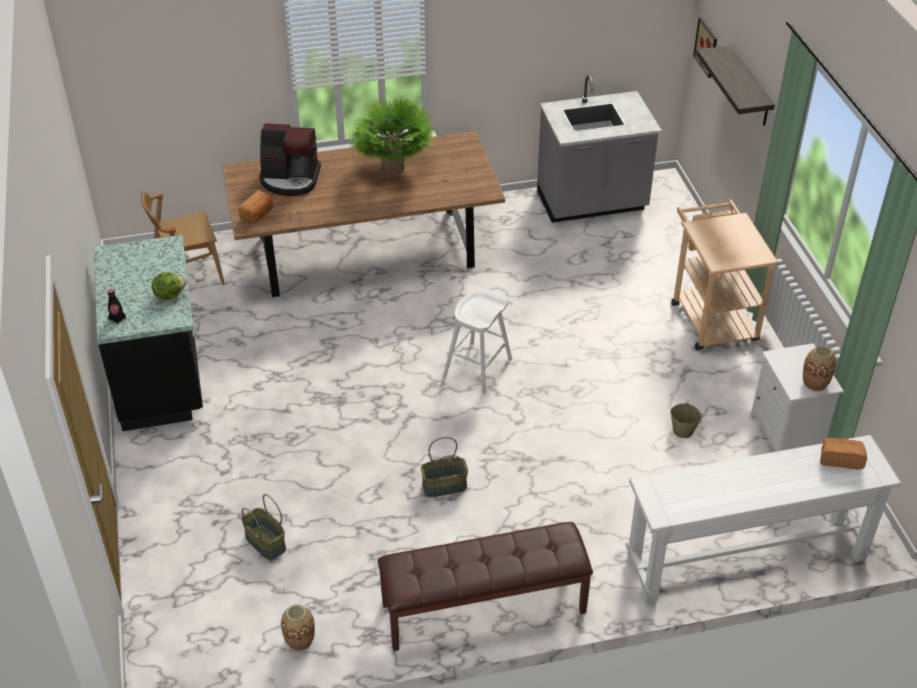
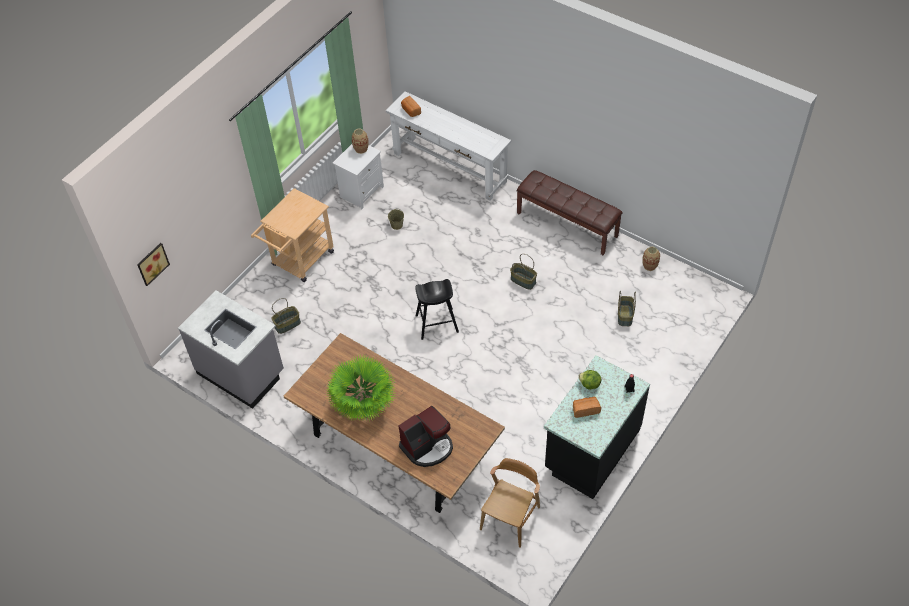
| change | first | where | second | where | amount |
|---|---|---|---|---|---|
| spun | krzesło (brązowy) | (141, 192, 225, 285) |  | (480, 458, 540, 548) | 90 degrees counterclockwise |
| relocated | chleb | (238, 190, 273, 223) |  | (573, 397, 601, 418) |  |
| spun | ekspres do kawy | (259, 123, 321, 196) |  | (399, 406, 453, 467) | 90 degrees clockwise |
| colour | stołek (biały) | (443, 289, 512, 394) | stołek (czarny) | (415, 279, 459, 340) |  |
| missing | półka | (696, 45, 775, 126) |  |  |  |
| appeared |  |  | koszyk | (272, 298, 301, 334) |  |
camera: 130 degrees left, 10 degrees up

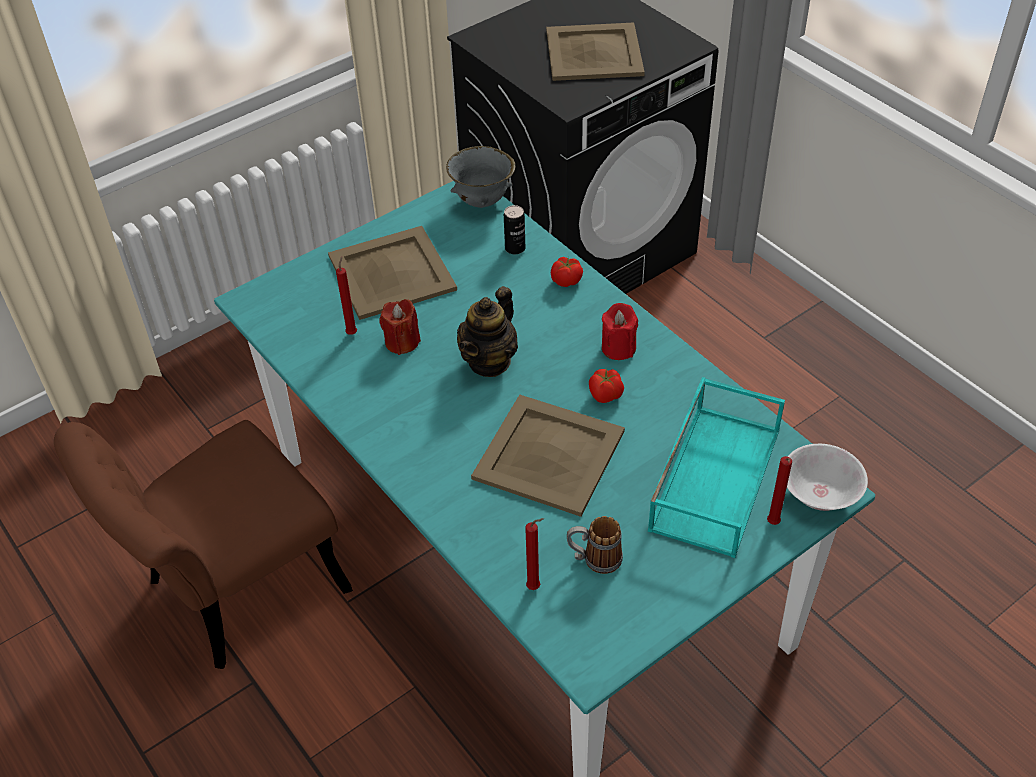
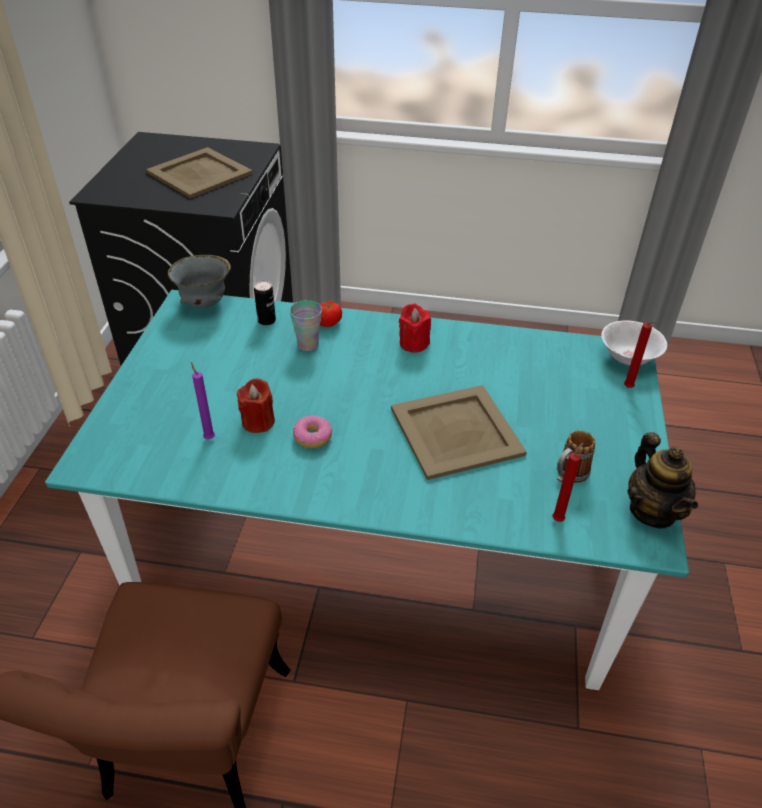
| change | first | where | second | where | amount |
|---|---|---|---|---|---|
| missing | taca (beżowy) | (328, 226, 457, 320) |  |  |  |
| colour | świeca (czerwony) | (336, 257, 357, 335) | świeca (fioletowy) | (191, 362, 215, 439) |  |
| relocated | imbryk | (457, 286, 518, 377) |  | (628, 432, 698, 529) |  |
| missing | pomidor | (589, 369, 624, 403) |  |  |  |
| missing | taca (turkusowy) | (648, 377, 785, 558) |  |  |  |
| appeared |  |  | filiżanka | (290, 300, 322, 351) |  |
| appeared |  |  | donut | (293, 415, 332, 448) |  |
camera: 45 degrees left, 5 degrees down

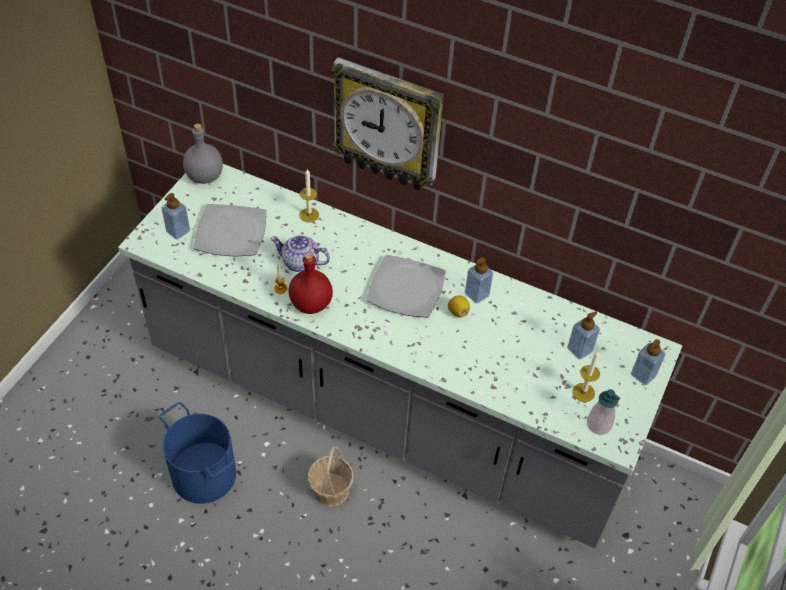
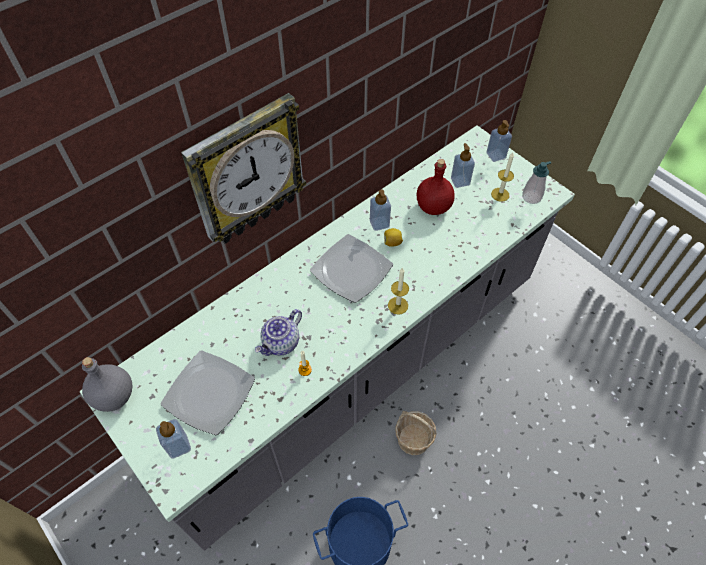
| change | first | where | second | where | amount |
|---|---|---|---|---|---|
| relocated | butelka (czerwony) | (288, 253, 333, 314) |  | (417, 159, 455, 215) |  |
| relocated | świeca | (299, 168, 319, 223) |  | (388, 267, 409, 315) |  |
camera: 65 degrees left, 5 degrees up

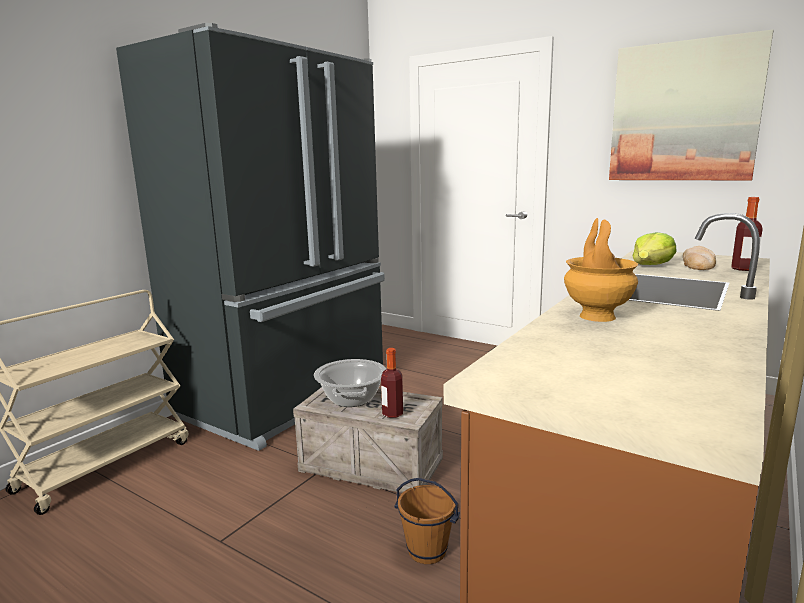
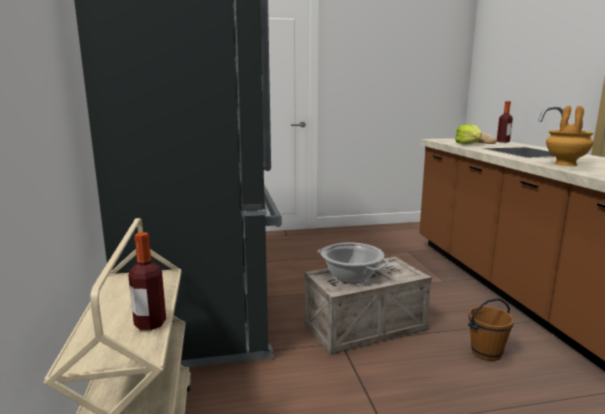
| change | first | where | second | where | amount |
|---|---|---|---|---|---|
| relocated | butelka | (381, 348, 403, 418) |  | (128, 232, 166, 330) |  |
| missing | obraz | (609, 30, 773, 180) |  |  |  |
camera: 45 degrees left, 0 degrees up

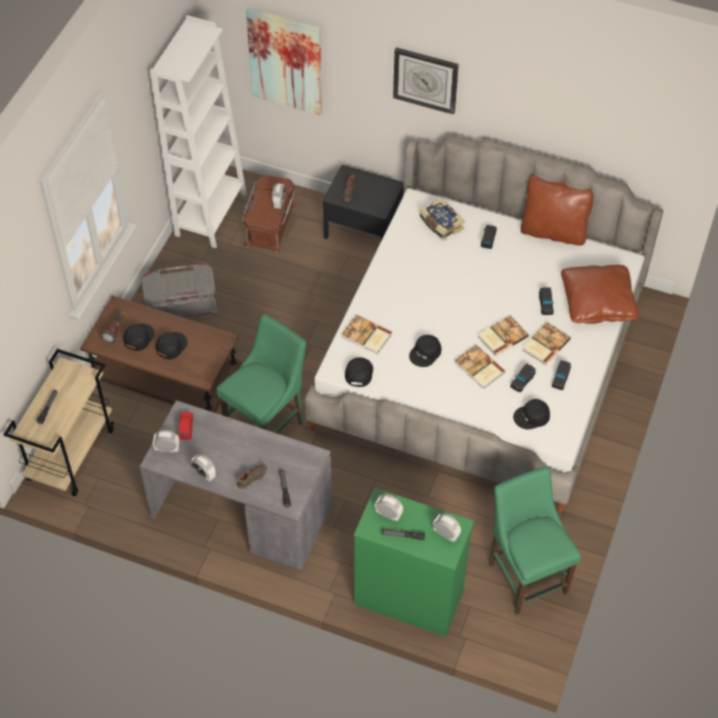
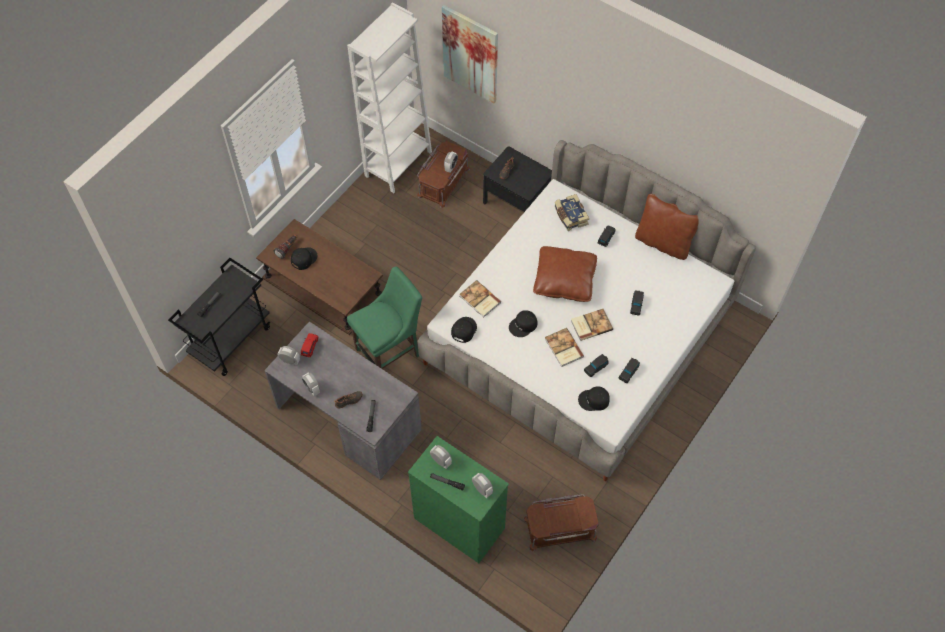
| change | first | where | second | where | amount |
|---|---|---|---|---|---|
| colour | wózek (beżowy) | (3, 349, 114, 496) | wózek (czarny) | (168, 258, 270, 376) |  |
| missing | pojemnik do przechowywania (szary) | (141, 264, 220, 318) |  |  |  |
| missing | czapka z daszkiem (czarny) | (156, 332, 187, 359) |  |  |  |
| missing | zegar ścienny | (393, 47, 459, 115) |  |  |  |
| exchanged | krzesło (zielony) | (489, 466, 581, 615) | pojemnik do przechowywania (brązowy) | (524, 494, 599, 552) |  |
| missing | książka | (522, 322, 571, 365) |  |  |  |
| relocated | poduszka (brązowy) | (561, 265, 639, 324) |  | (533, 246, 597, 302) |  |
camera: 15 degrees right, 5 degrees up

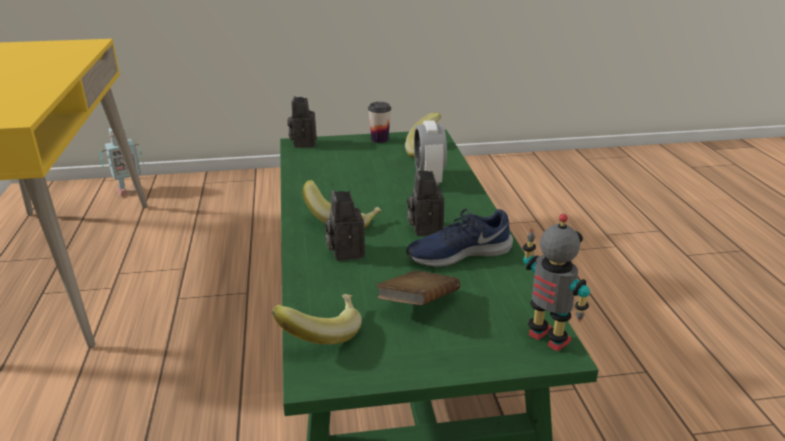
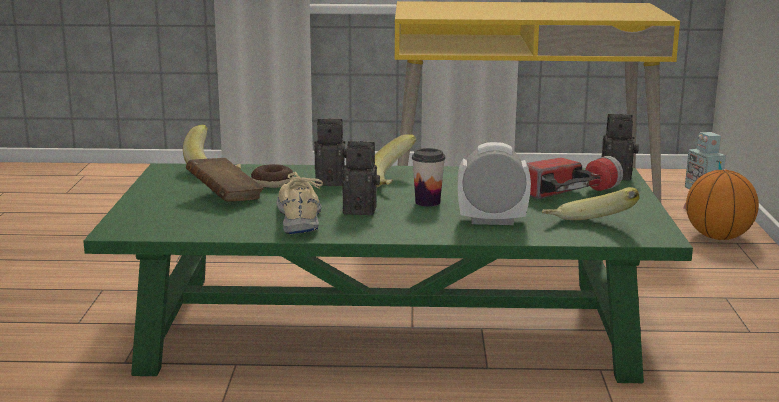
| change | first | where | second | where | amount |
|---|---|---|---|---|---|
| relocated | filiżanka | (368, 102, 391, 143) |  | (412, 148, 445, 207) |  |
| colour | but (niebieski) | (406, 209, 513, 268) | but (beżowy) | (277, 172, 323, 234) |  |
| missing | robot zabawkowy | (523, 214, 590, 352) |  |  |  |
| appeared |  |  | donut | (251, 164, 294, 188) |  |
| appeared |  |  | latarka | (527, 156, 623, 199) |  |
| appeared |  |  | piłka do koszykówki | (686, 170, 759, 240) |  |
camera: 100 degrees right, 10 degrees down

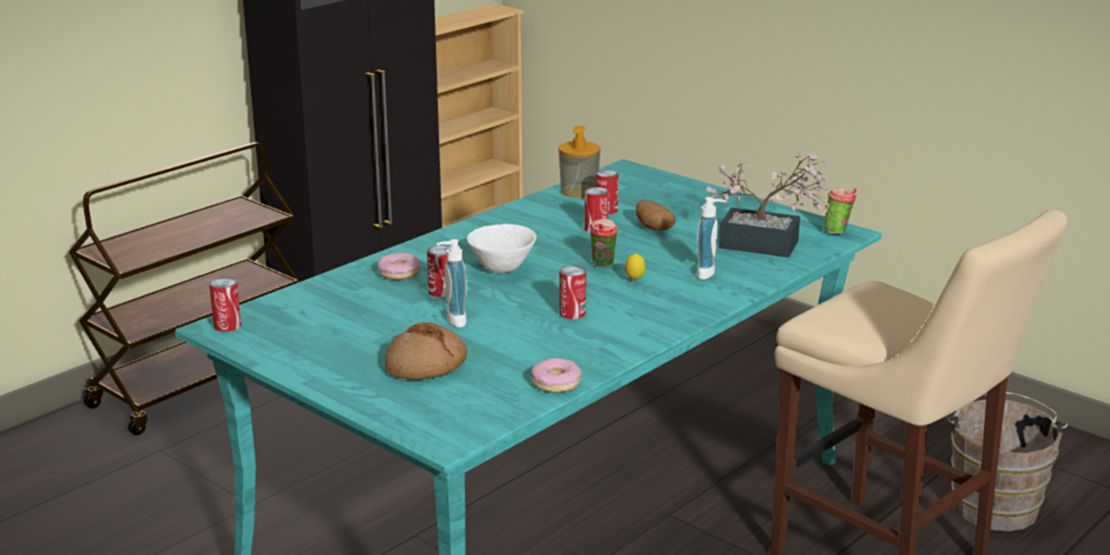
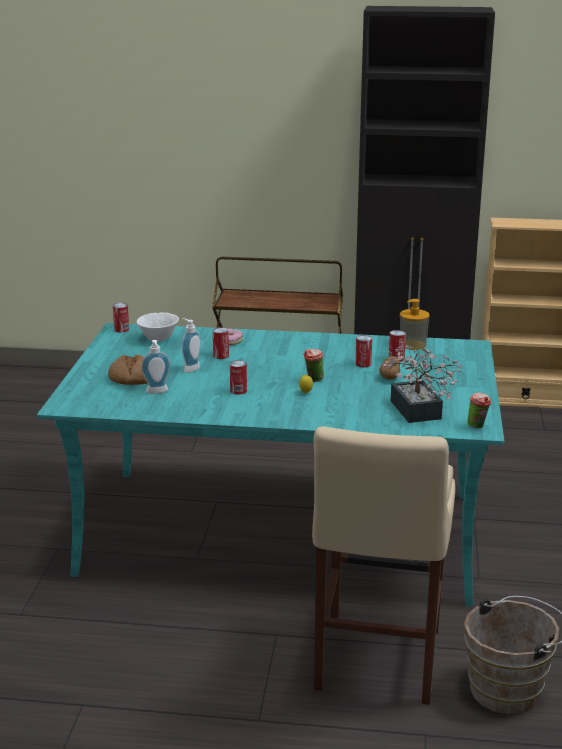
| change | first | where | second | where | amount |
|---|---|---|---|---|---|
| relocated | miska (biały) | (467, 224, 536, 273) |  | (137, 313, 179, 342) |  |
| missing | donut | (531, 358, 582, 393) |  |  |  |
| relocated | dozownik mydła | (697, 197, 726, 279) |  | (141, 340, 170, 394) |  |
camera: 55 degrees right, 0 degrees up

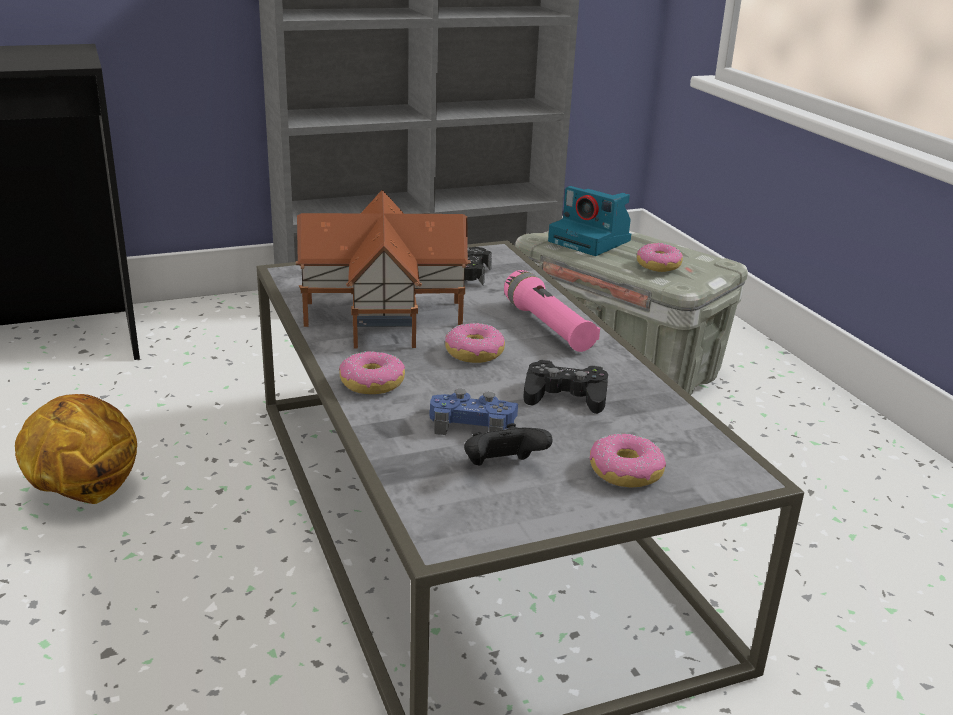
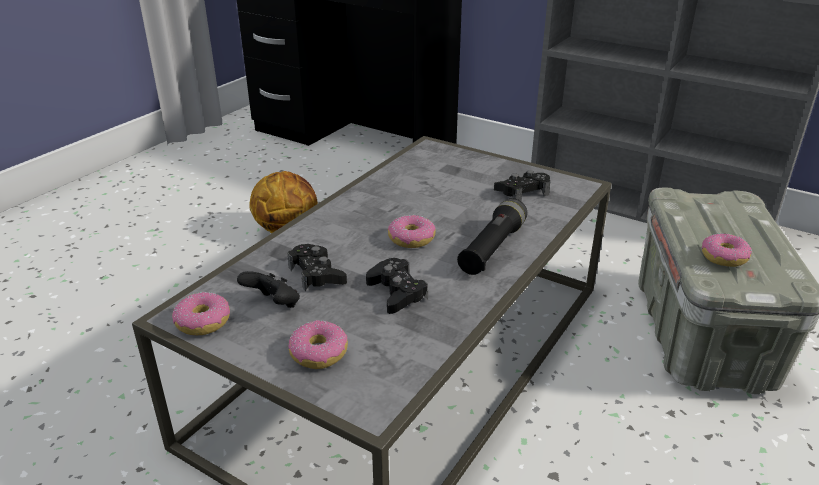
| change | first | where | second | where | amount |
|---|---|---|---|---|---|
| missing | domek | (296, 190, 470, 348) |  |  |  |
| relocated | donut | (339, 351, 405, 394) |  | (172, 291, 230, 335) |  |
| colour | pad do gier (niebieski) | (429, 389, 518, 435) | pad do gier (czarny) | (288, 244, 347, 291) |  |
| colour | latarka (różowy) | (504, 270, 600, 352) | latarka (czarny) | (457, 198, 527, 275) |  |
| missing | aparat fotograficzny | (548, 186, 631, 256) |  |  |  |
camera: 55 degrees right, 5 degrees up

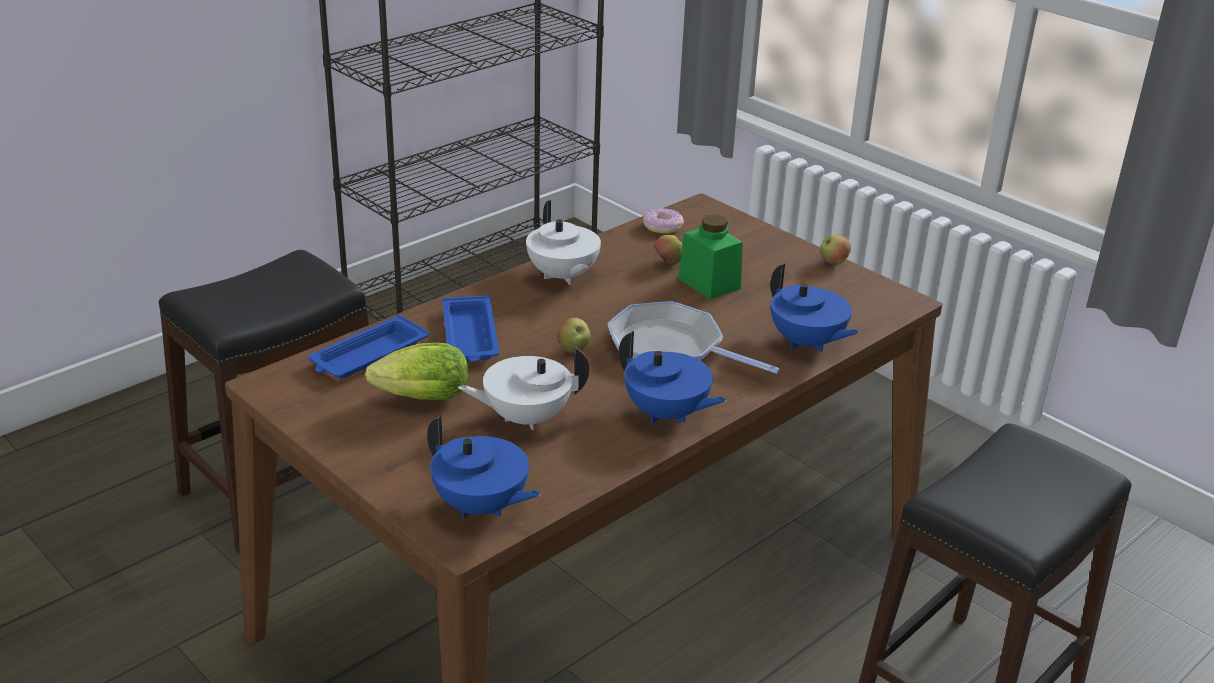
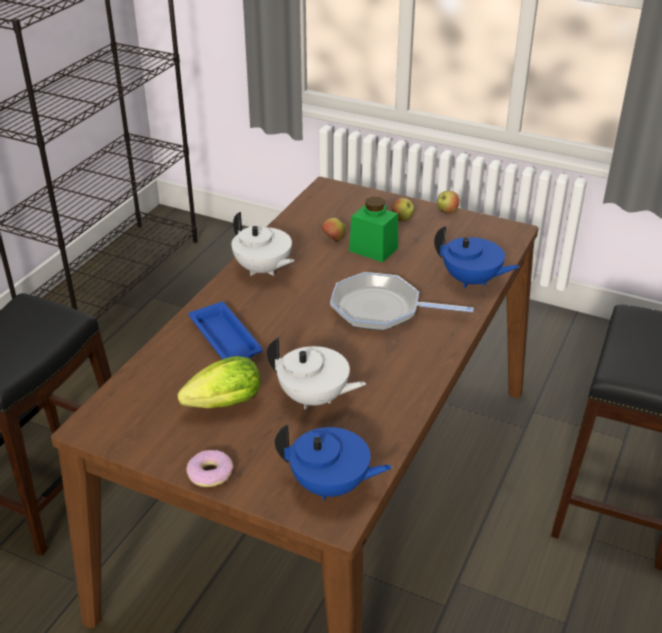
| change | first | where | second | where | amount |
|---|---|---|---|---|---|
| missing | taca (niebieski) | (308, 315, 429, 379) |  |  |  |
| spun | imbryk (biały) | (458, 347, 589, 430) |  | (267, 337, 366, 410) | 120 degrees counterclockwise |
| relocated | jabłko | (557, 318, 591, 353) |  | (392, 198, 414, 222) |  |
| missing | imbryk (niebieski) | (619, 331, 726, 424) |  |  |  |
| relocated | donut | (643, 208, 684, 233) |  | (186, 450, 233, 487) |  |
camera: 20 degrees left, 5 degrees up

